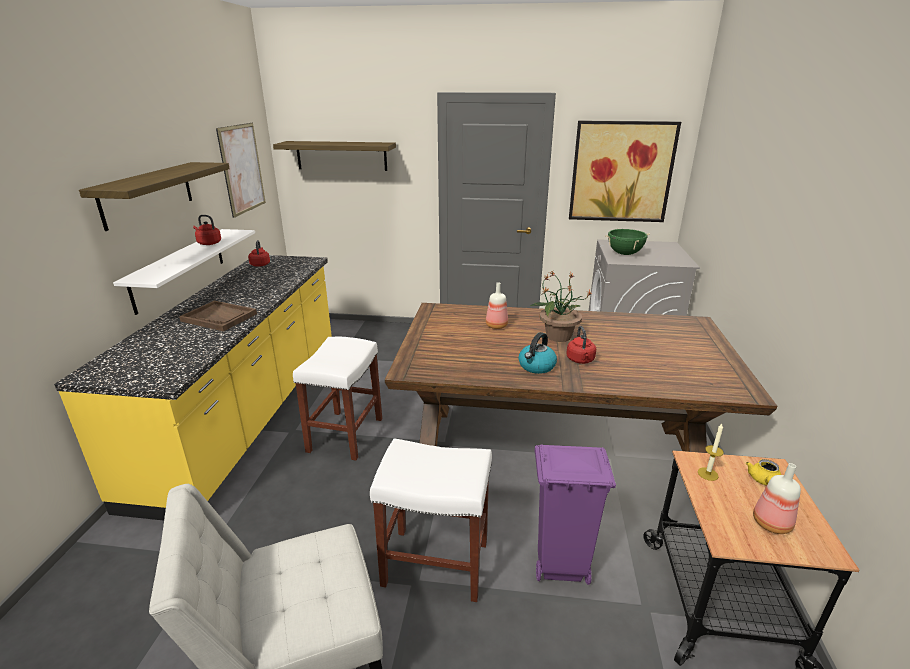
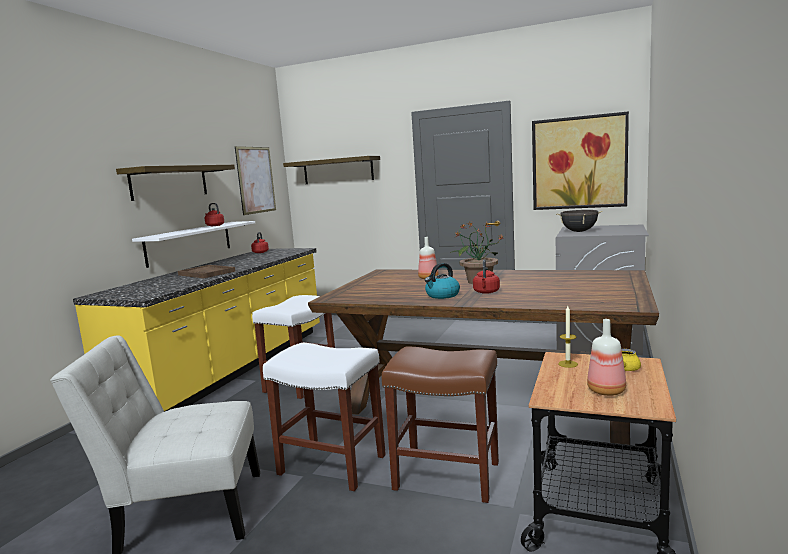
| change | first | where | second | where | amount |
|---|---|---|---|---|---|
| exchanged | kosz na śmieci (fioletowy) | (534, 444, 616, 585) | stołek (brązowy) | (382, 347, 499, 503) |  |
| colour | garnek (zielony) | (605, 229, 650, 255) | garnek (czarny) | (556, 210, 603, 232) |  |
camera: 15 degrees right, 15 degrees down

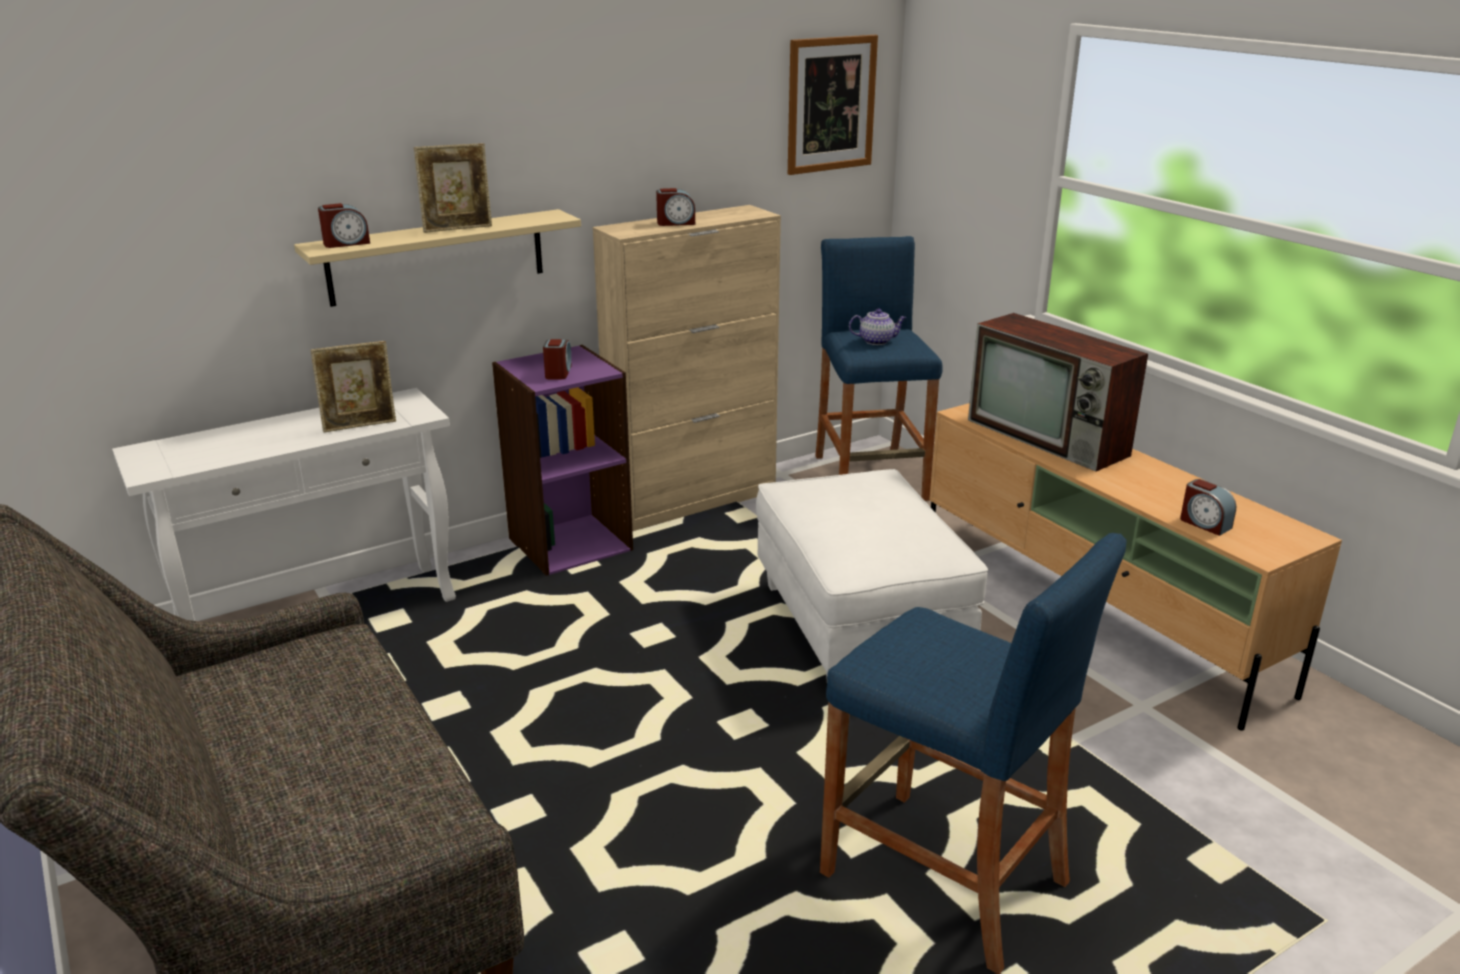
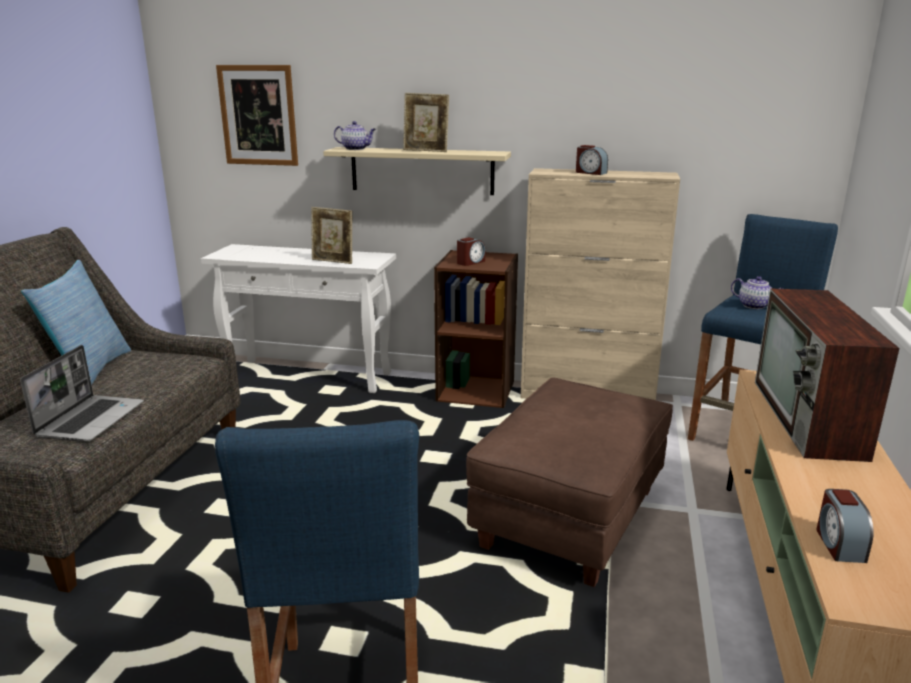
| change | first | where | second | where | amount |
|---|---|---|---|---|---|
| exchanged | budzik | (318, 203, 370, 248) | imbryk | (334, 121, 376, 150) |  |
| colour | regał (fioletowy) | (492, 345, 633, 576) | regał (brązowy) | (434, 250, 518, 408) |  |
| colour | pufa (biały) | (756, 469, 988, 678) | pufa (brązowy) | (466, 377, 673, 587) |  |
| relocated | obraz | (788, 35, 878, 175) |  | (216, 65, 298, 166) |  |
| appeared |  |  | laptop | (20, 345, 144, 442) |  |
| appeared |  |  | poduszka | (21, 260, 131, 385) |  |
camera: 45 degrees right, 5 degrees down

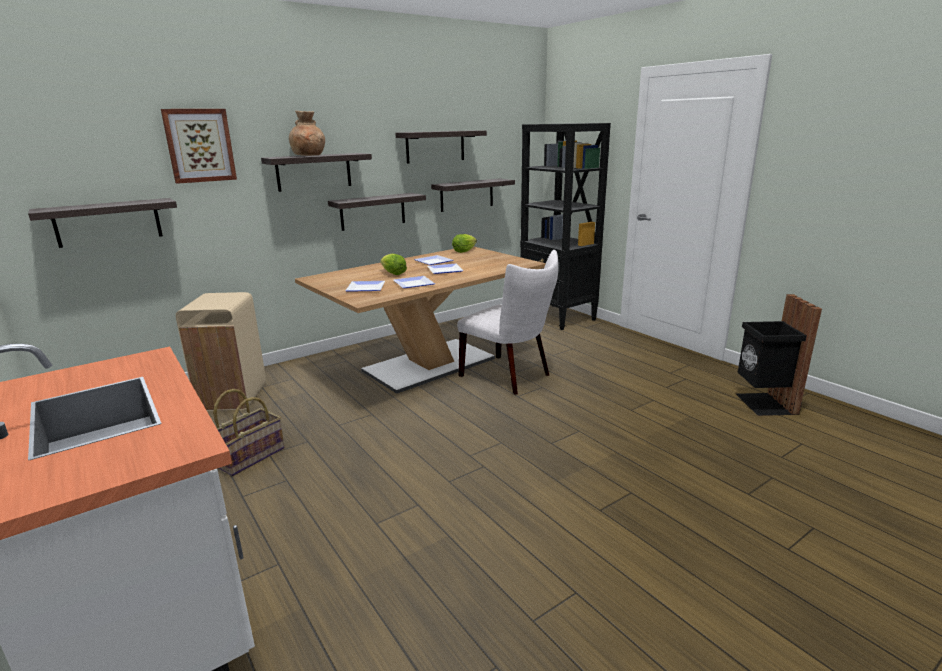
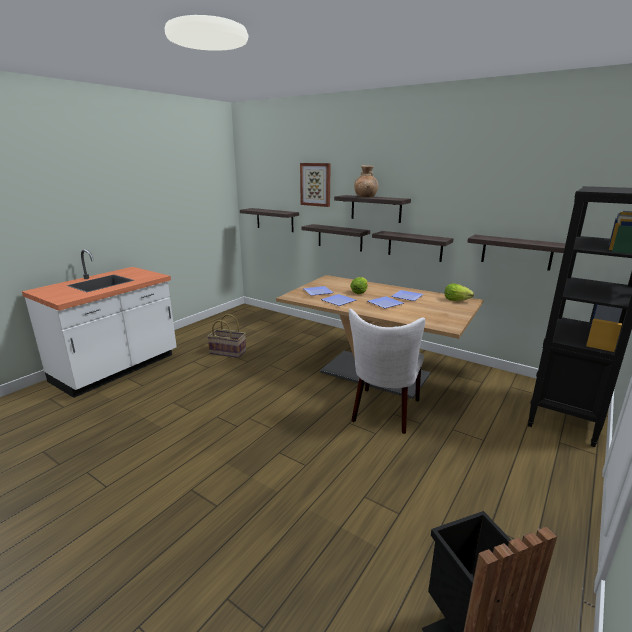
| change | first | where | second | where | amount |
|---|---|---|---|---|---|
| missing | kosz na śmieci (beżowy) | (176, 292, 266, 411) |  |  |  |
| relocated | półka | (395, 130, 487, 164) |  | (301, 224, 370, 252) |  |
camera: 70 degrees right, 0 degrees up

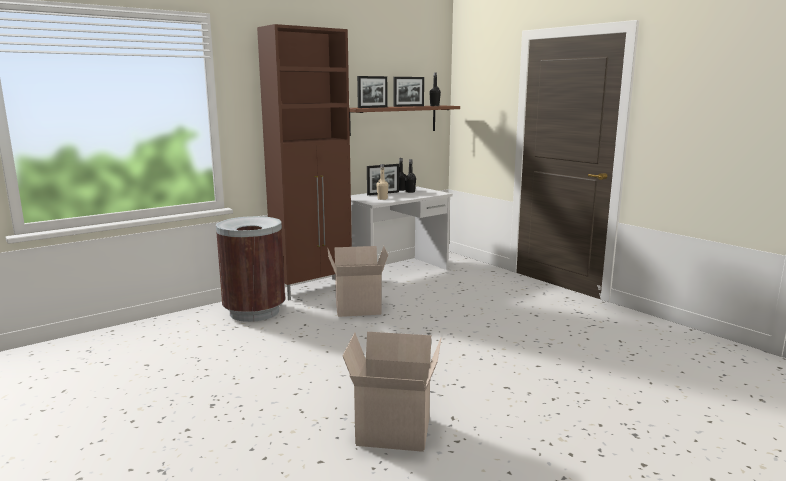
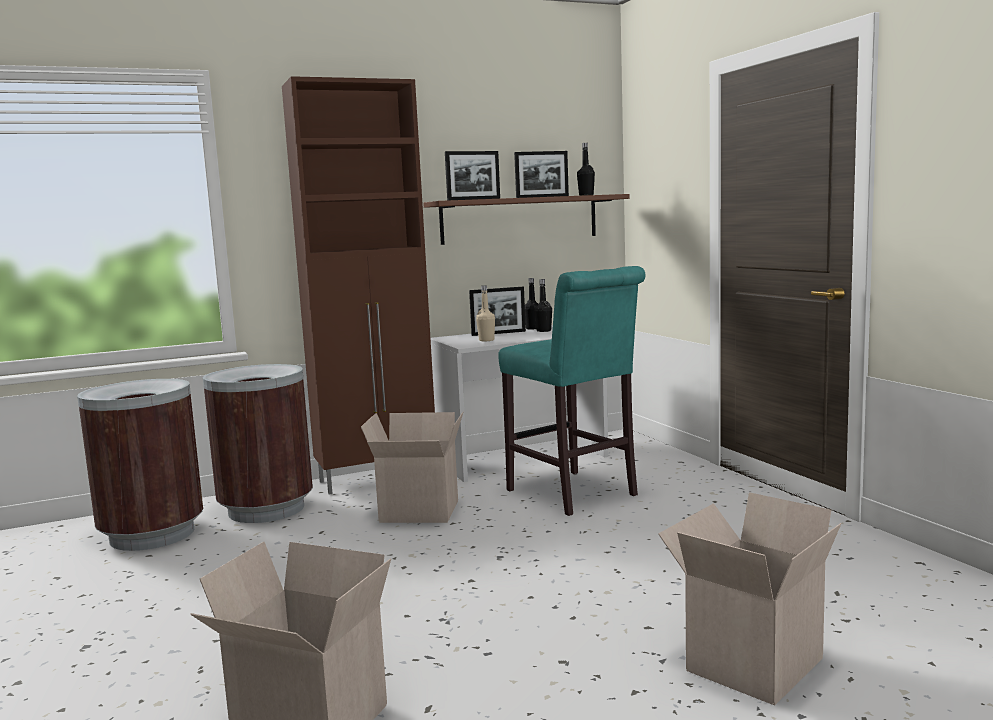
| change | first | where | second | where | amount |
|---|---|---|---|---|---|
| appeared |  |  | kosz na śmieci (brązowy) | (77, 379, 203, 551) |  |
| appeared |  |  | stołek (turkusowy) | (498, 266, 645, 516) |  |
| appeared |  |  | karton | (658, 492, 841, 706) |  |
camera: 15 degrees right, 5 degrees down

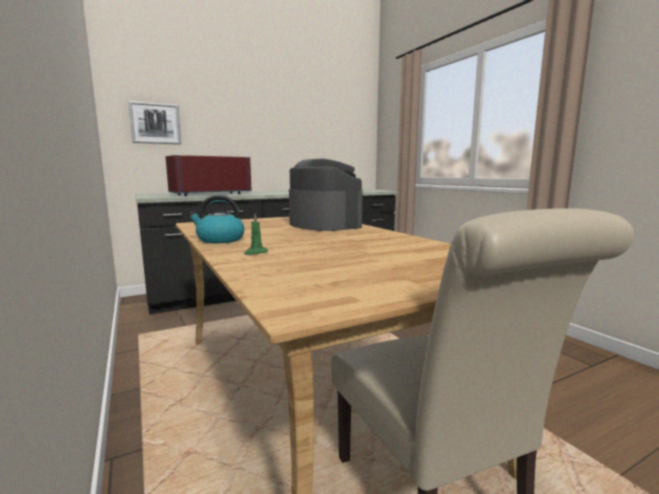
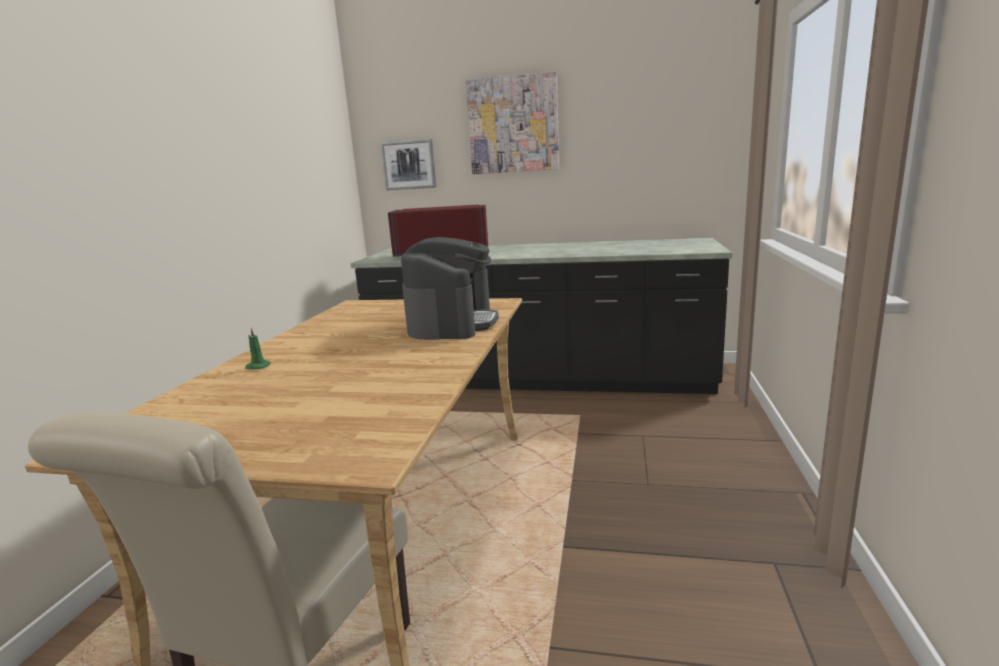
| change | first | where | second | where | amount |
|---|---|---|---|---|---|
| missing | czajnik | (188, 195, 244, 243) |  |  |  |
| appeared |  |  | obraz | (466, 71, 559, 174) |  |
camera: 40 degrees right, 5 degrees up

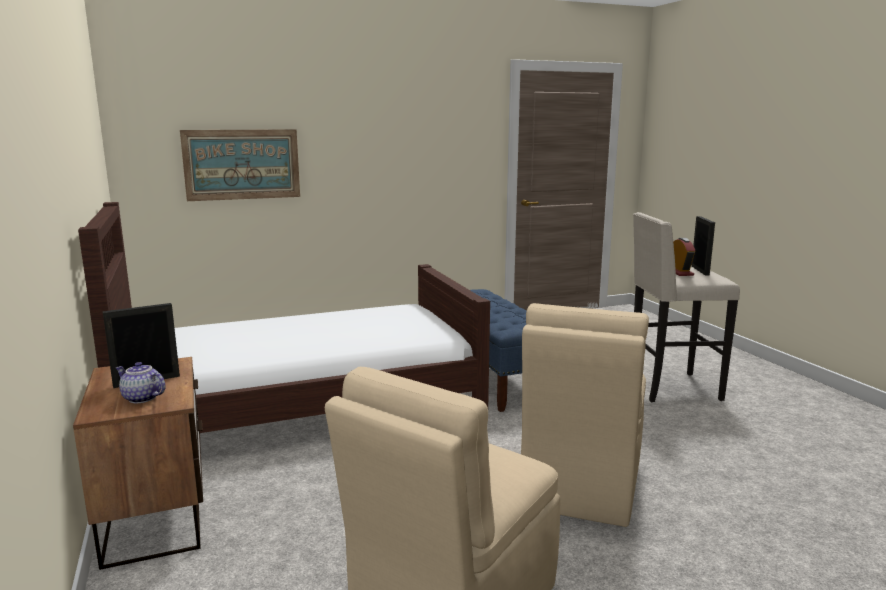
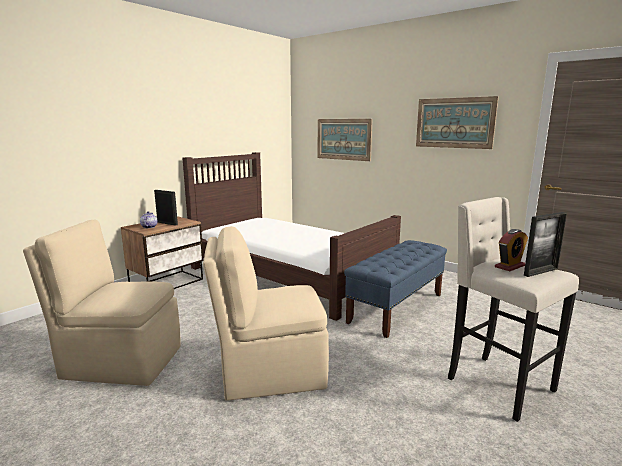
| change | first | where | second | where | amount |
|---|---|---|---|---|---|
| appeared |  |  | obraz | (416, 96, 499, 149) |  |
camera: 60 degrees right, 0 degrees up

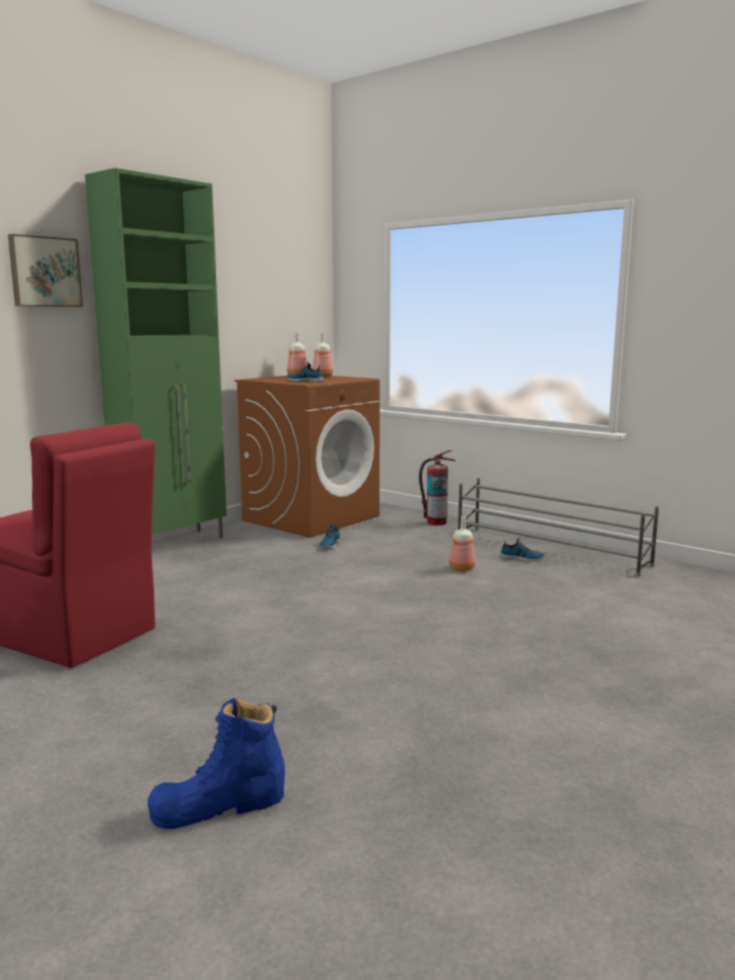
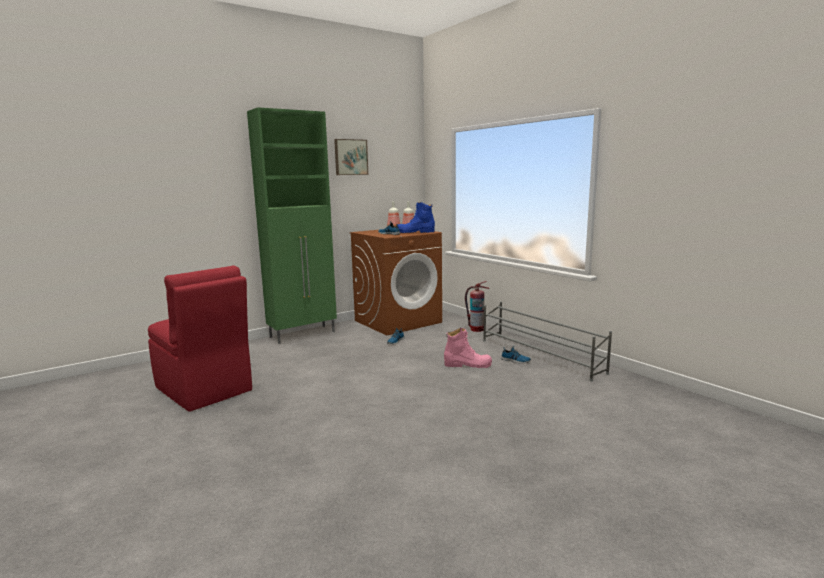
| change | first | where | second | where | amount |
|---|---|---|---|---|---|
| relocated | obraz | (8, 234, 83, 307) |  | (334, 139, 368, 175) |  |
| relocated | but z cholewką (niebieski) | (148, 698, 285, 829) |  | (397, 202, 435, 233) |  |
| exchanged | butelka | (449, 517, 475, 571) | but z cholewką (różowy) | (444, 328, 492, 368) |  |
camera: 15 degrees right, 0 degrees up

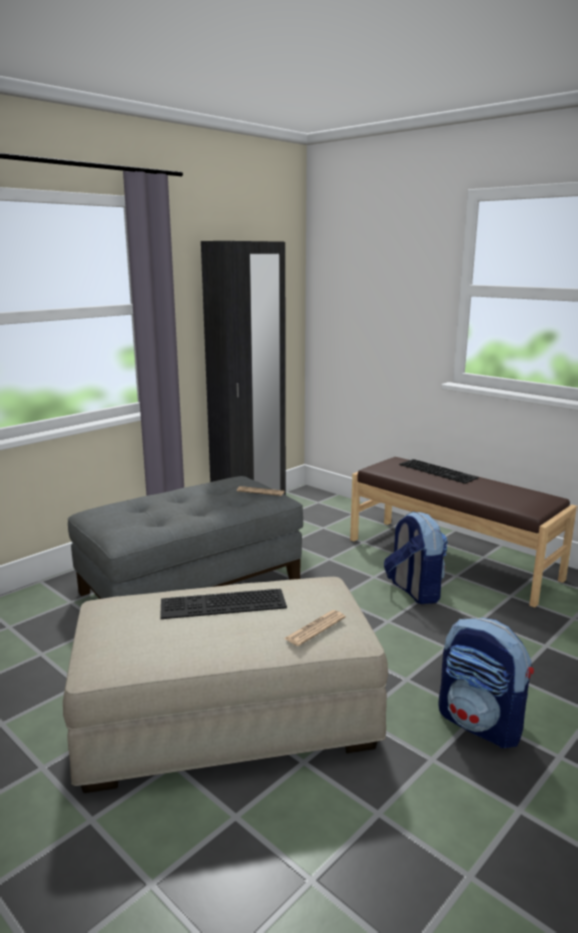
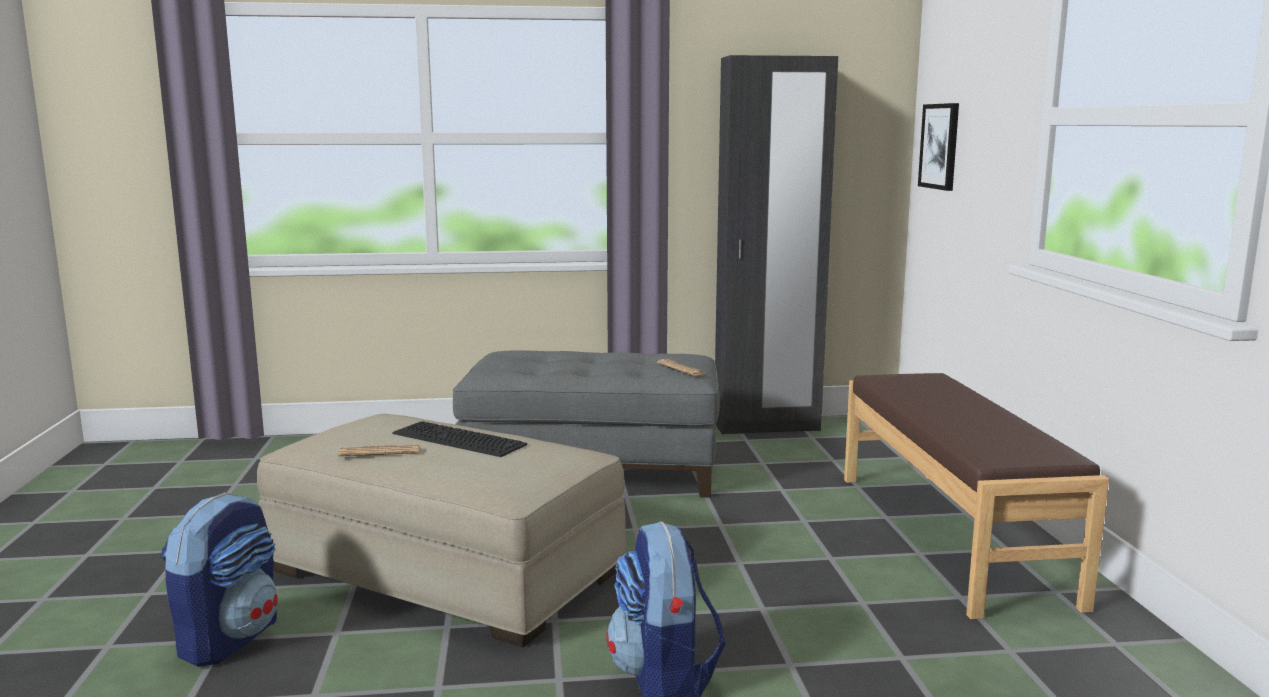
| change | first | where | second | where | amount |
|---|---|---|---|---|---|
| relocated | gazeta | (284, 610, 346, 646) |  | (338, 445, 420, 456) |  |
| relocated | plecak | (384, 511, 448, 604) |  | (161, 492, 278, 667) |  |
| missing | klawiatura | (399, 459, 479, 484) |  |  |  |
| appeared |  |  | obraz | (918, 103, 959, 191) |  |
camera: 40 degrees right, 5 degrees down

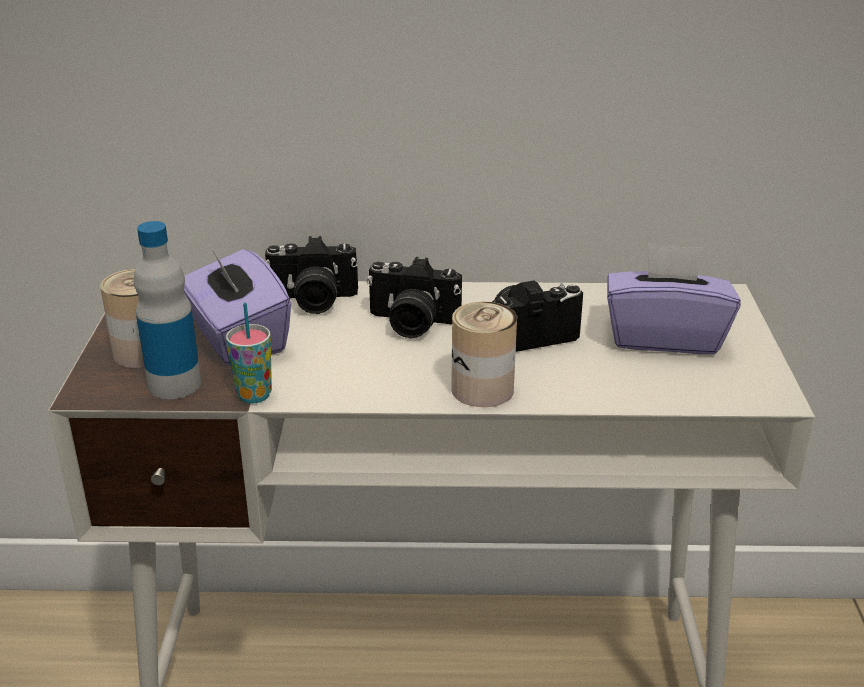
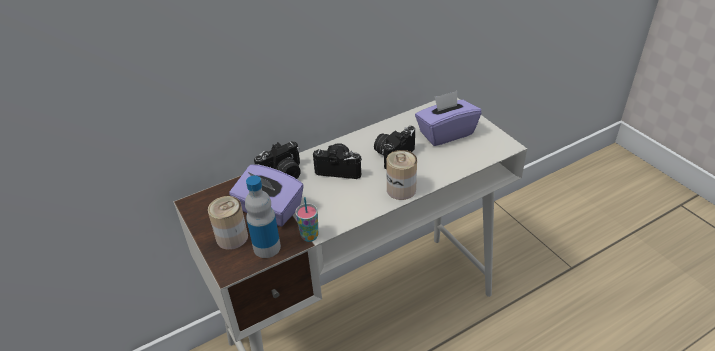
| change | first | where | second | where | amount |
|---|---|---|---|---|---|
| spun | aparat fotograficzny | (367, 257, 462, 338) |  | (313, 143, 362, 179) | 150 degrees counterclockwise |
camera: 30 degrees left, 10 degrees up

